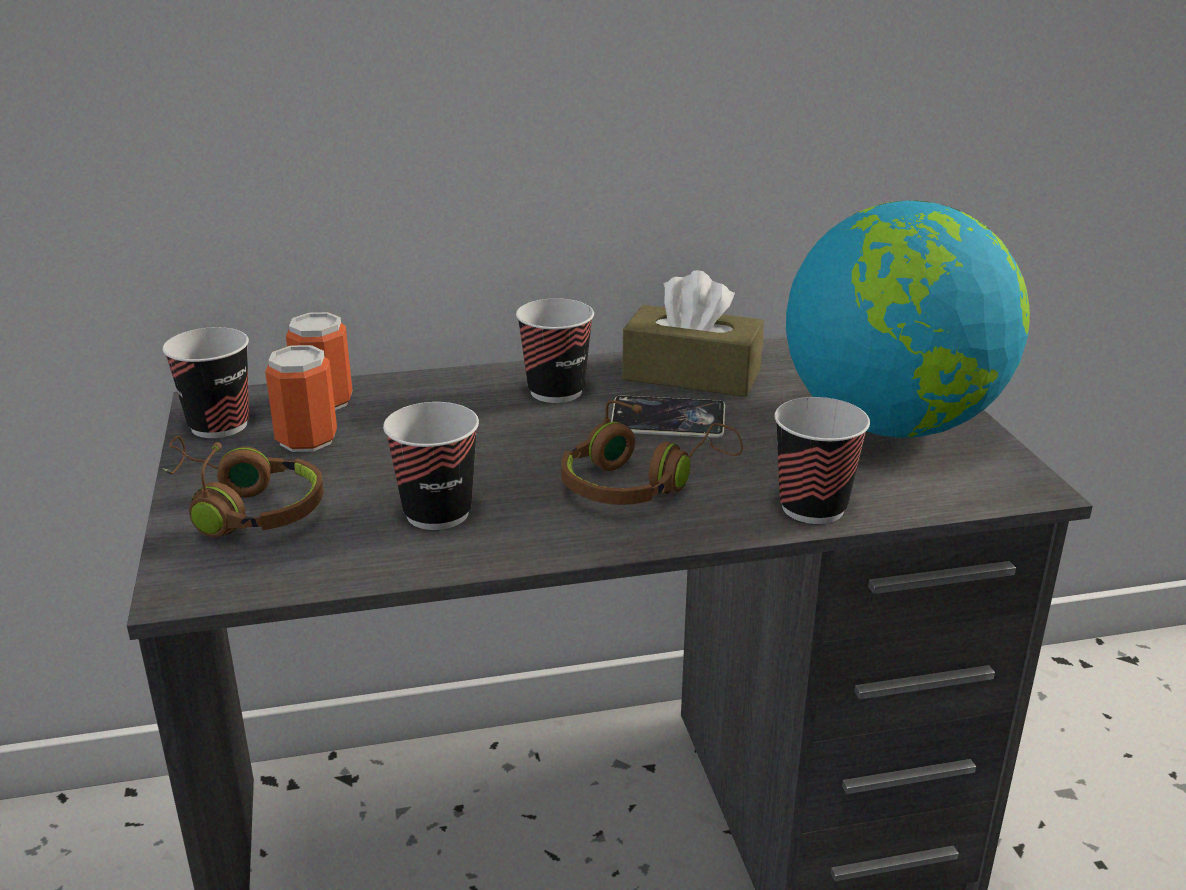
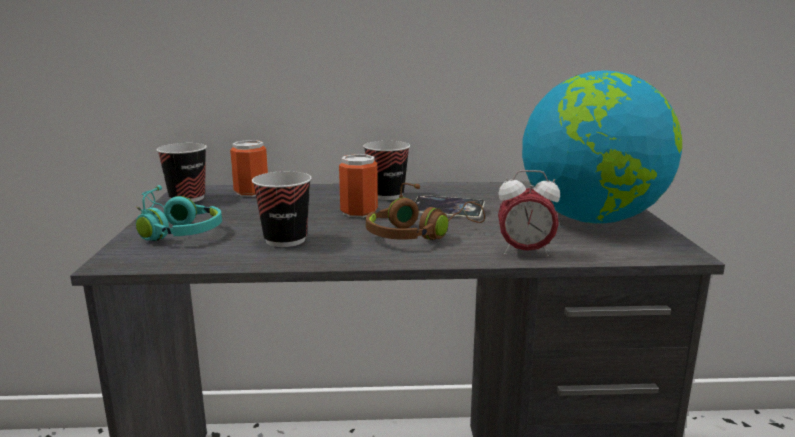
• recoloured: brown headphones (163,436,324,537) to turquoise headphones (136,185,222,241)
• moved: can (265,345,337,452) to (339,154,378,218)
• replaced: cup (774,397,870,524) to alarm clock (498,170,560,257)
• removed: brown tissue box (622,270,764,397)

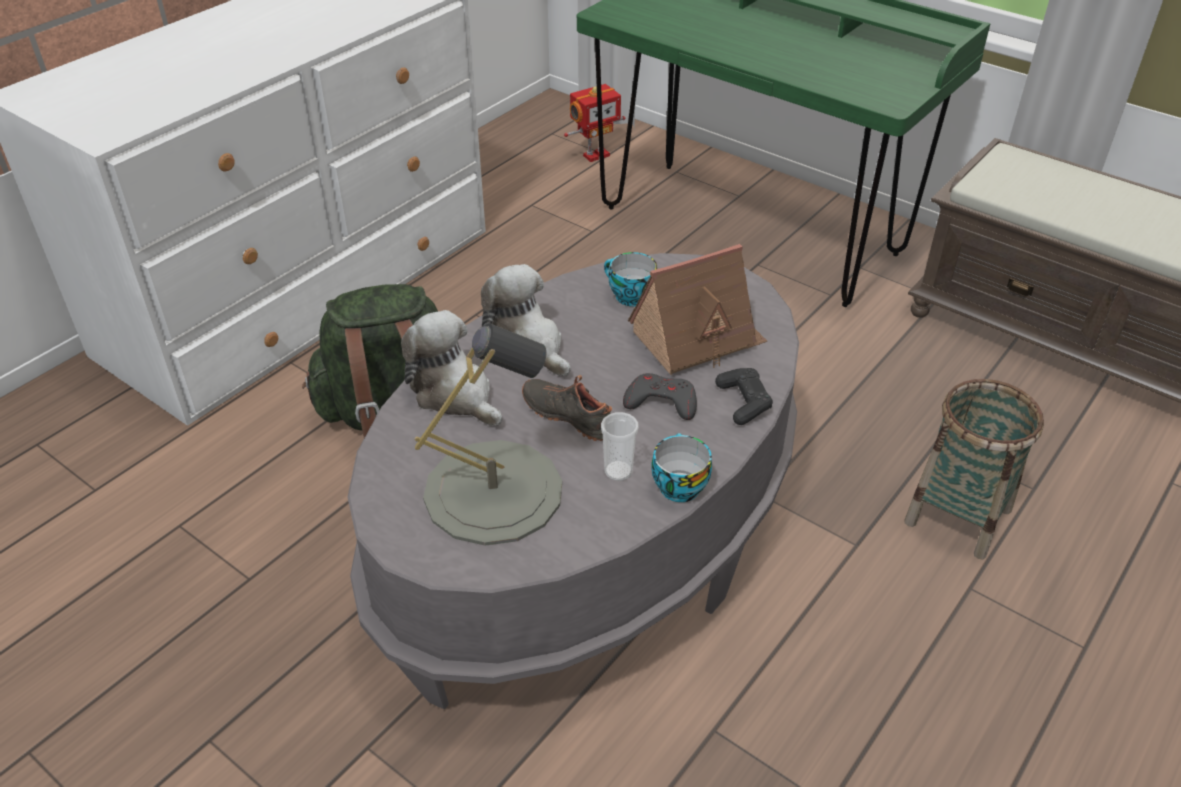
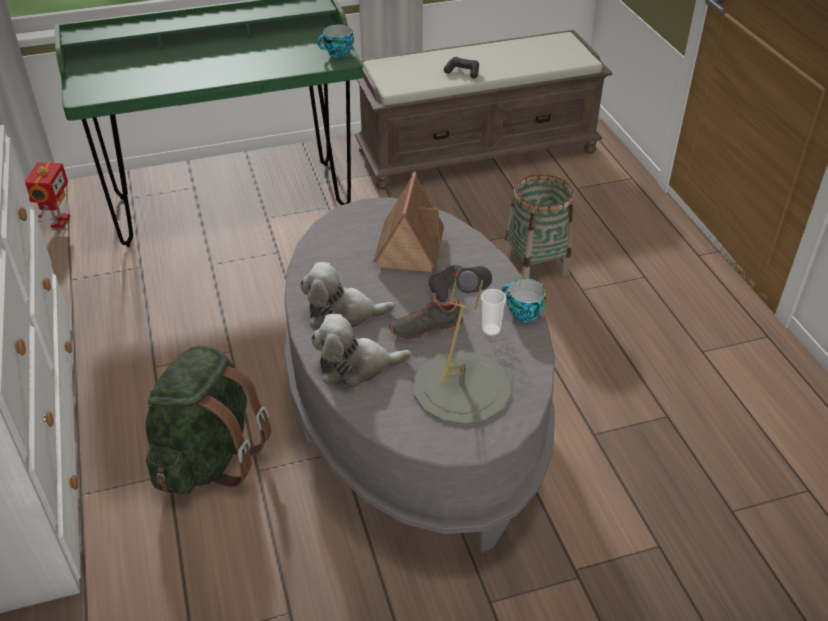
• moved: cup (604,252,657,306) to (317,24,354,58)
• moved: black game controller (715,368,773,425) to (444,57,479,79)

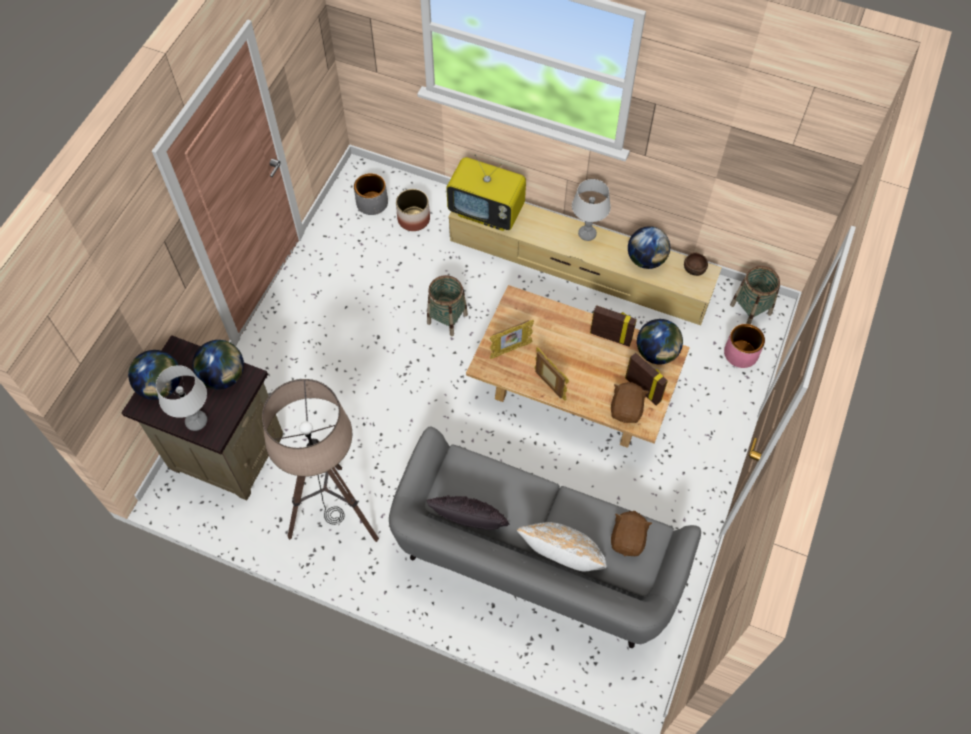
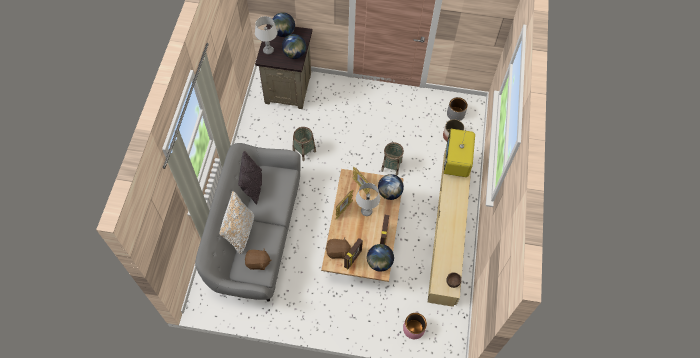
• moved: basket (730,266,780,324) to (293,127,316,161)
• moved: grey table lamp (572,179,611,241) to (356,183,380,216)
• moved: globe (628,226,670,269) to (378,174,404,200)
• removed: floor lamp (262,379,379,542)

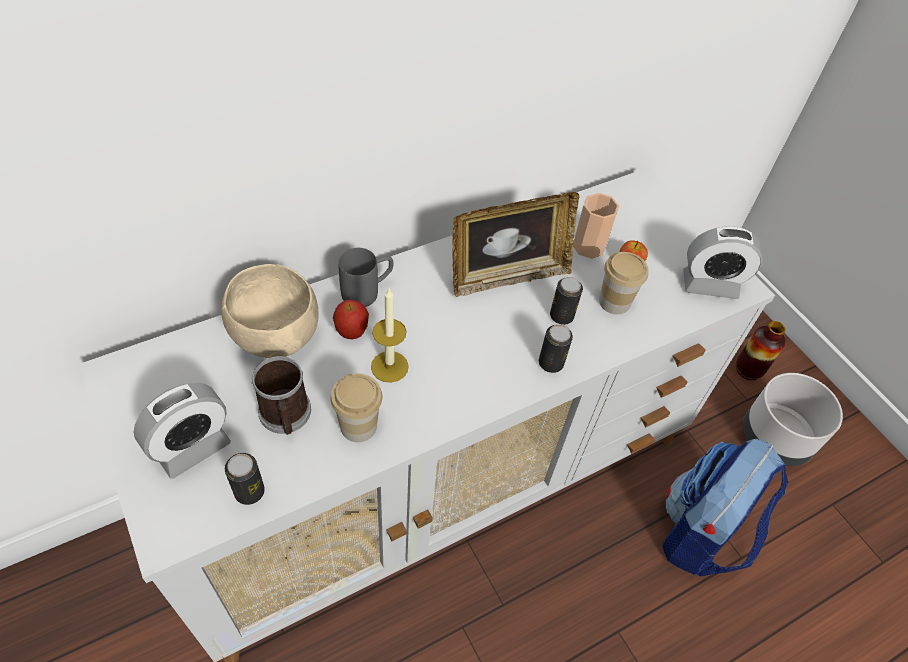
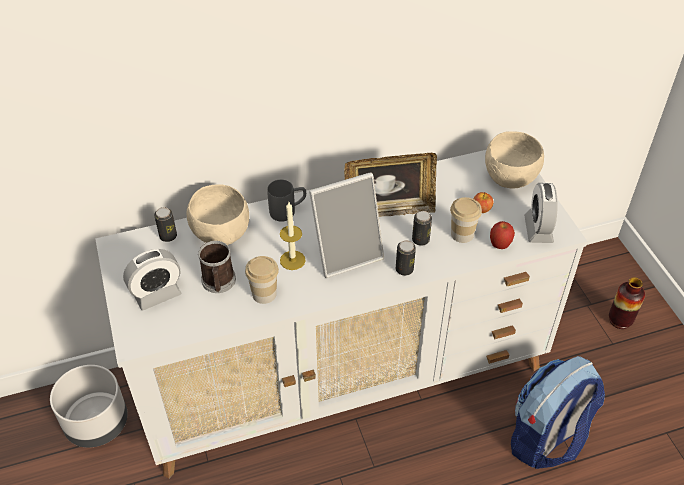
• moved: grey planter (743,373,843,467) to (50,365,128,448)
• moved: can (225,453,265,505) to (154,207,177,242)
• added: picture frame (309,172,384,278)
• added: beige bowl (485,131,544,189)
• moved: apple (333,300,369,339) to (490,221,515,249)
• turned: alarm clock (683,226,763,299) = (524,183,558,243) 75 degrees clockwise
• removed: cup (573,193,619,259)

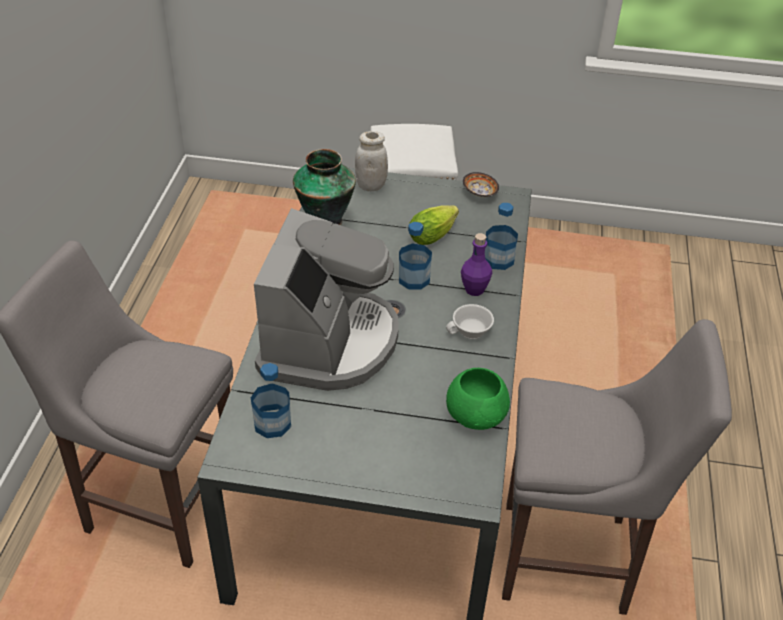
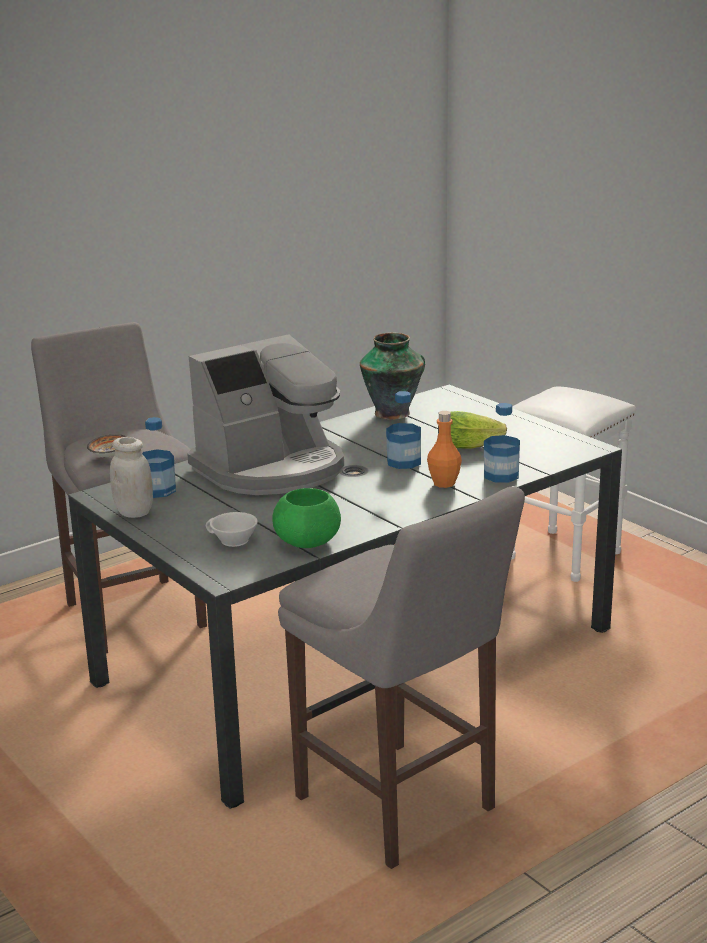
• moved: bowl (463,172,499,198) to (87,434,127,457)
• moved: white jar (355,131,388,191) to (110,437,153,518)
• moved: white cup (446,304,494,339) to (206,512,258,547)
• recoloured: purple bottle (461,233,492,296) to orange bottle (427,411,462,488)

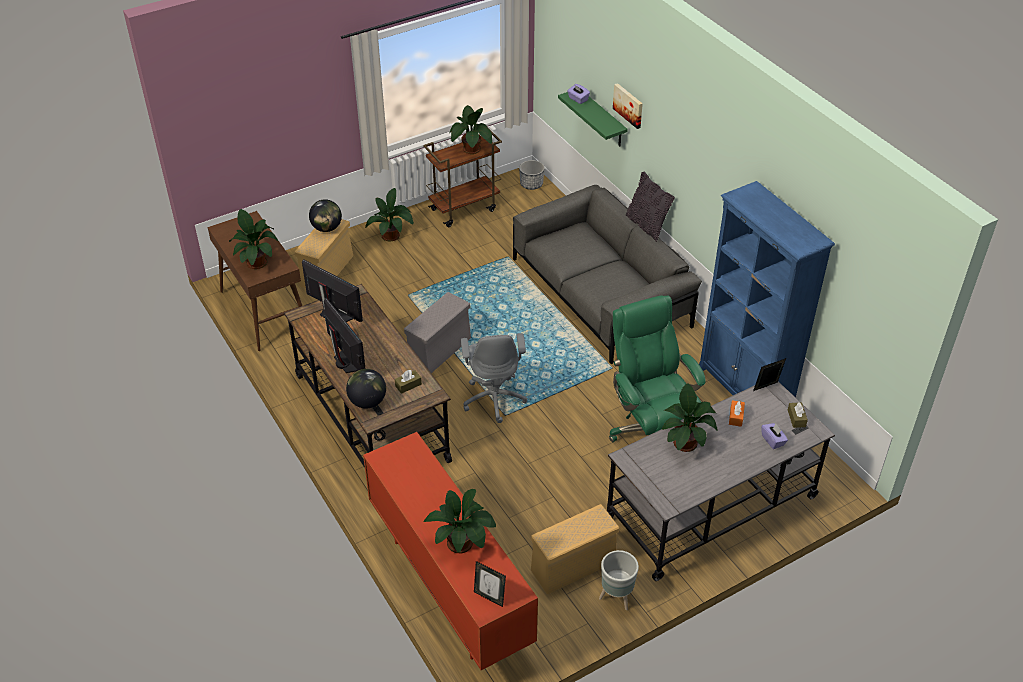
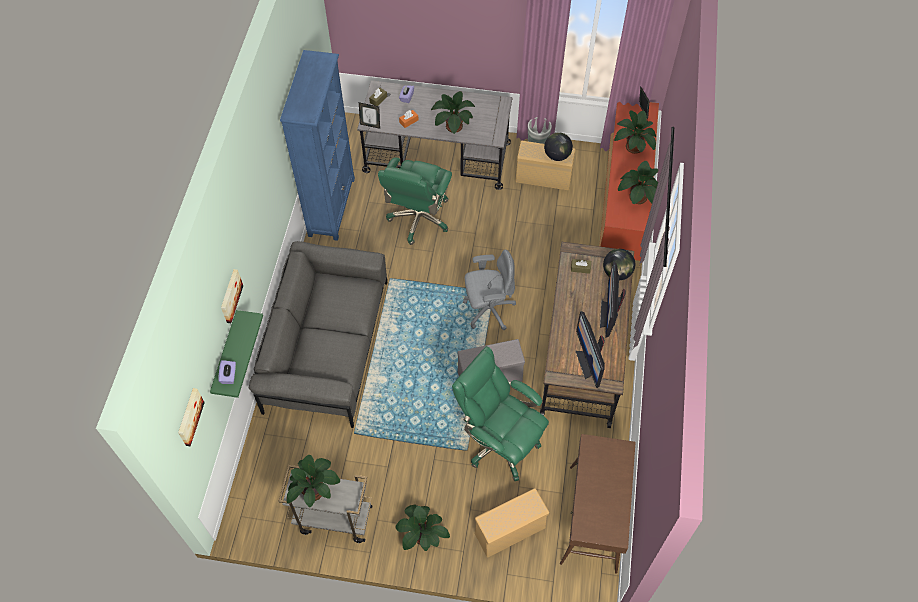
• added: picture (178,388,205,446)
• recoloured: brown cart (423,128,502,228) to grey cart (278,465,373,544)
• added: green office chair (452,346,549,481)
• turned: grey office chair (461,333,527,423) = (463,249,516,330) 45 degrees clockwise
• moved: globe (309,199,342,232) to (544,132,573,161)
• moved: potted plant (229,209,279,269) to (618,161,659,204)
• removed: planter (519,160,545,190)
• removed: black pillow (626,172,675,242)

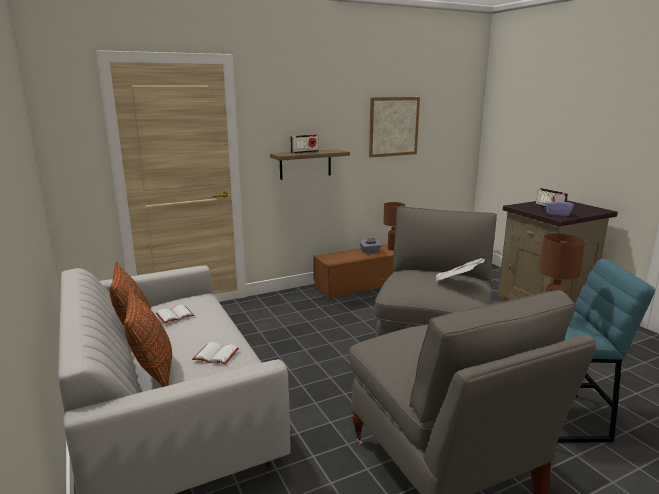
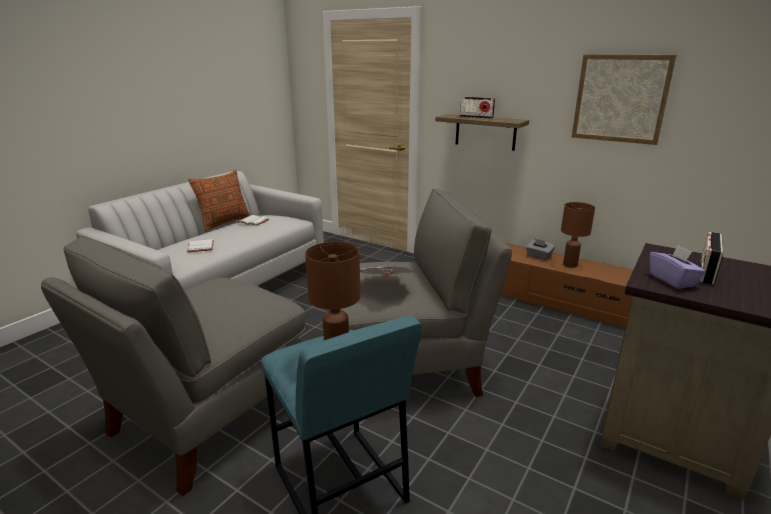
• removed: brown pillow (124,288,172,387)

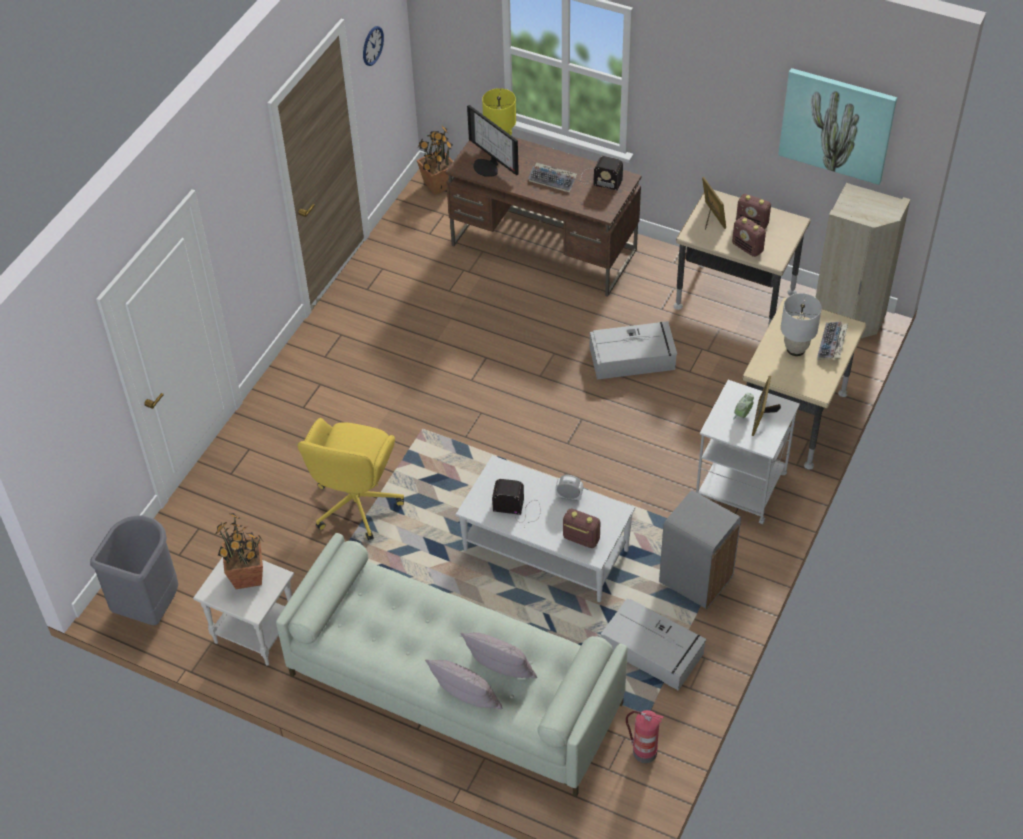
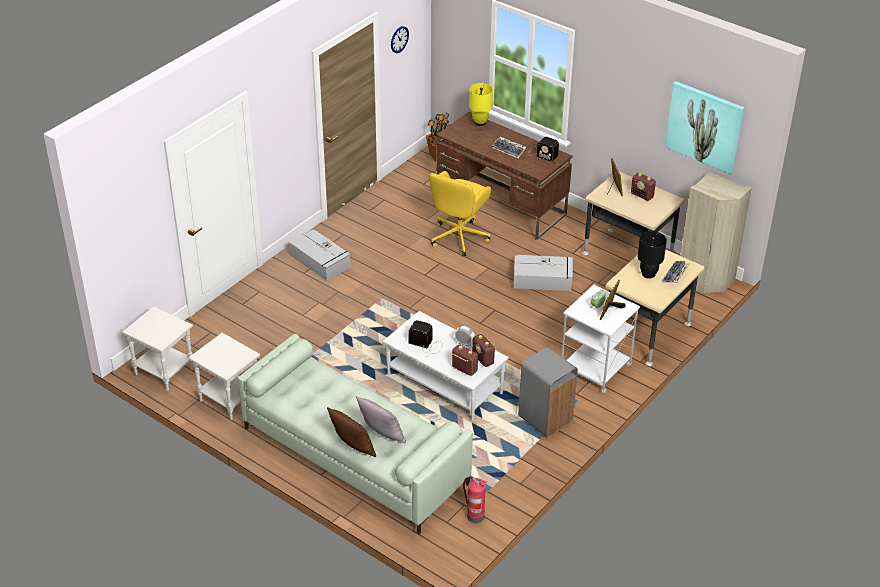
• replaced: grey trash can (90,515,178,625) to white side table (122,306,193,391)
• moved: grey storage box (601,599,707,691) to (289,230,350,281)
• recoloured: purple pillow (425,659,503,709) to brown pillow (327,407,376,457)
• moved: yellow office chair (298,418,404,540) to (429,171,491,256)
• moved: radio (732,216,766,257) to (472,334,496,367)
• recoloured: white table lamp (781,293,822,356) to black table lamp (638,231,667,279)
• removed: potted plant (215,513,264,589)
• removed: monitor (467,105,519,177)

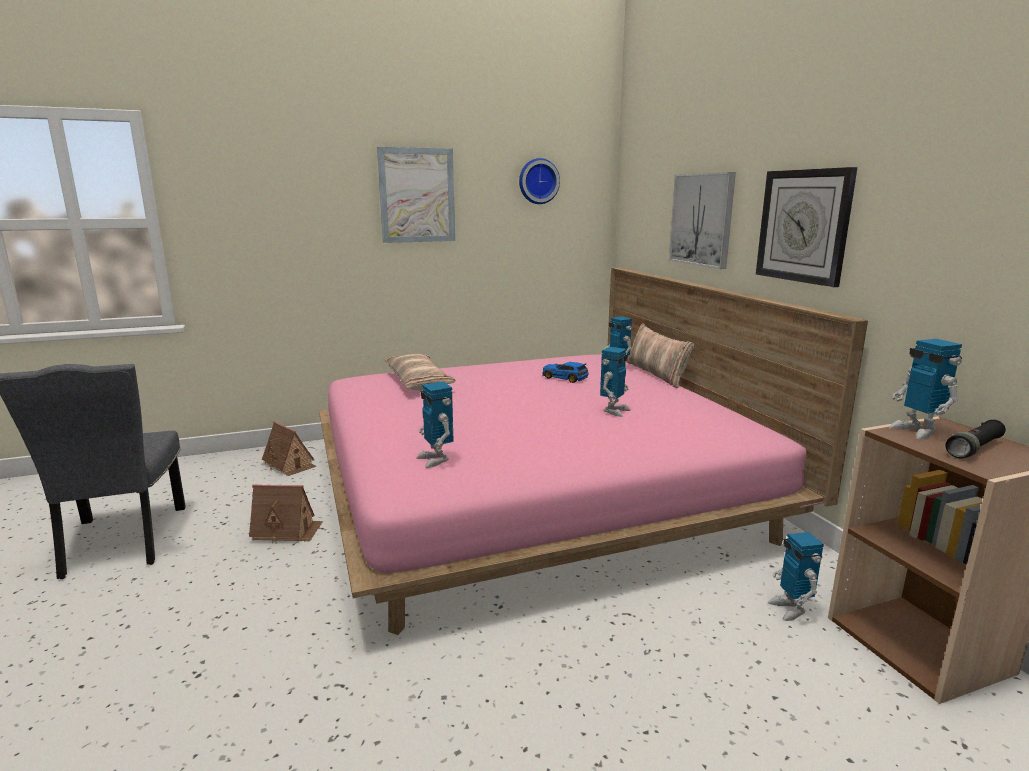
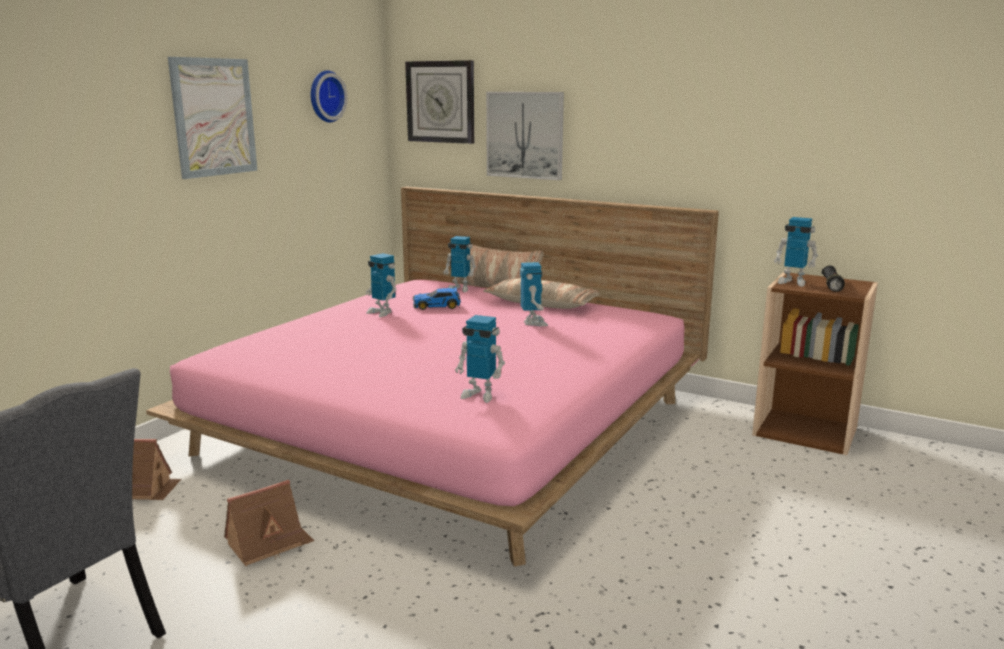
• moved: toy robot (768,532,824,621) to (366,253,397,317)
• moved: wall clock (756,167,857,287) to (405,60,474,144)
• moved: pillow (385,354,455,391) to (483,278,600,309)

